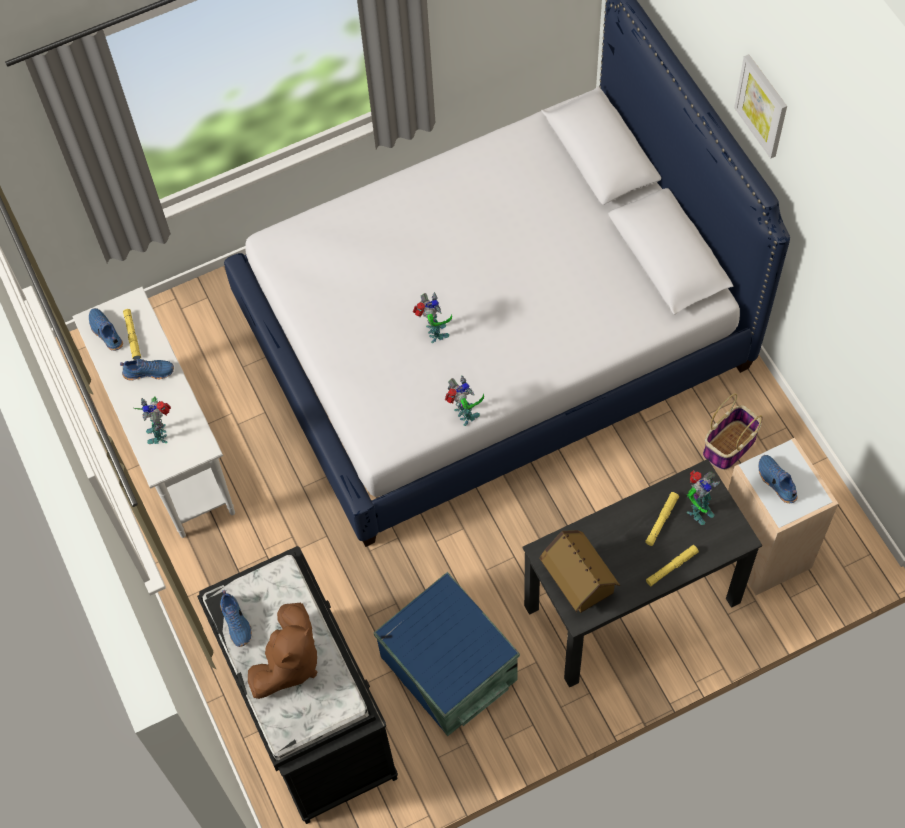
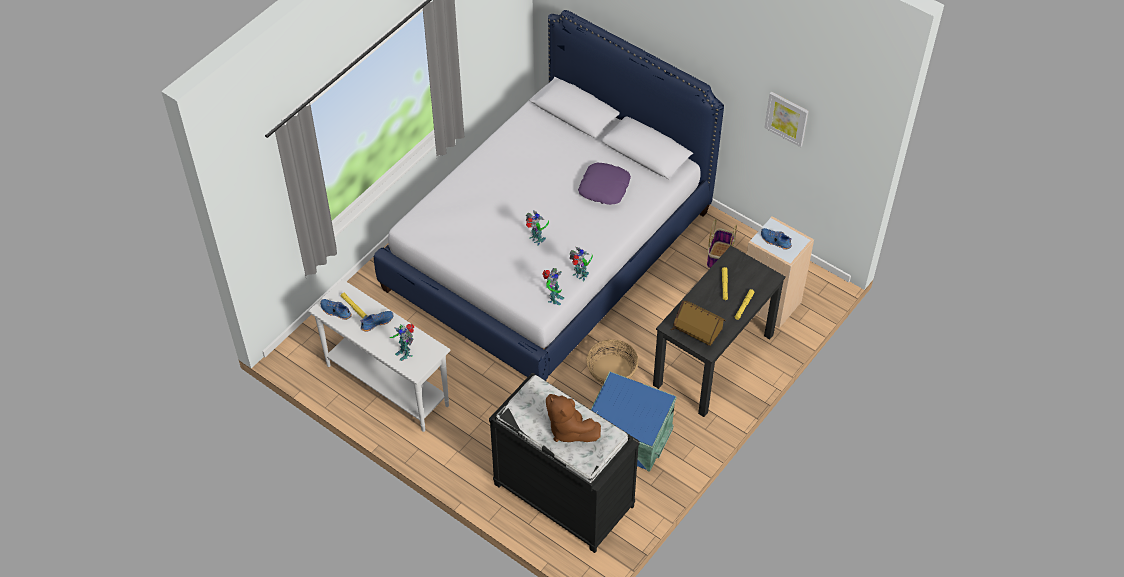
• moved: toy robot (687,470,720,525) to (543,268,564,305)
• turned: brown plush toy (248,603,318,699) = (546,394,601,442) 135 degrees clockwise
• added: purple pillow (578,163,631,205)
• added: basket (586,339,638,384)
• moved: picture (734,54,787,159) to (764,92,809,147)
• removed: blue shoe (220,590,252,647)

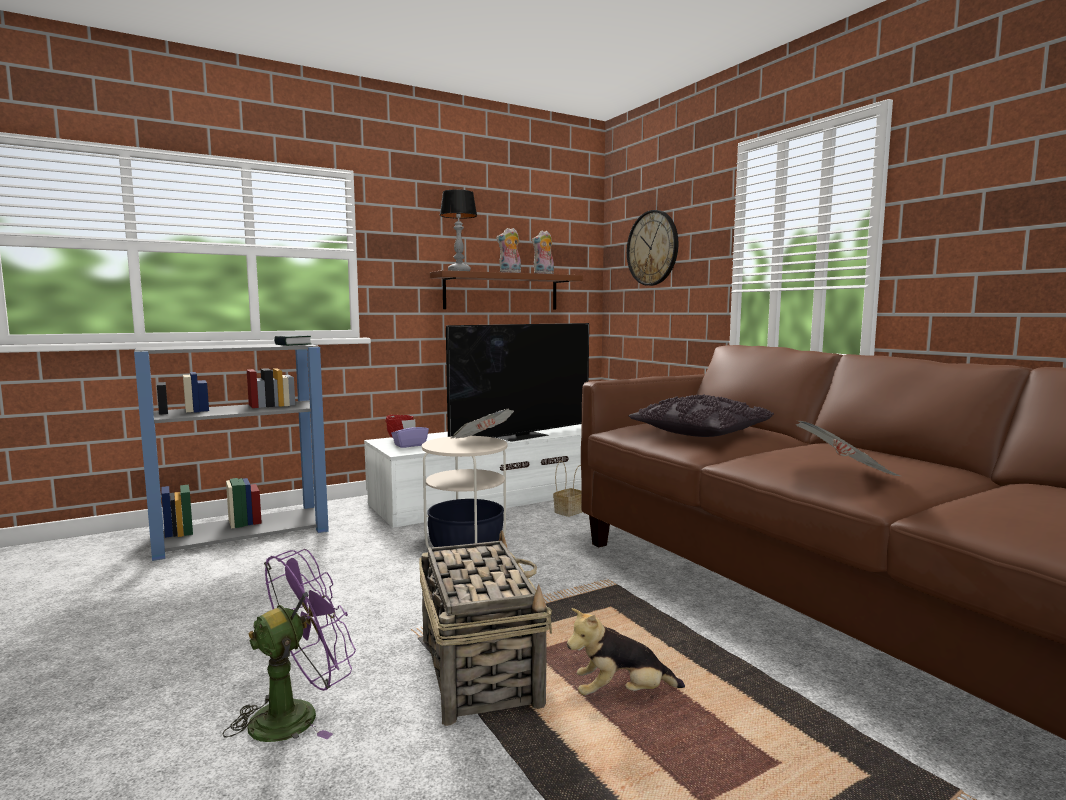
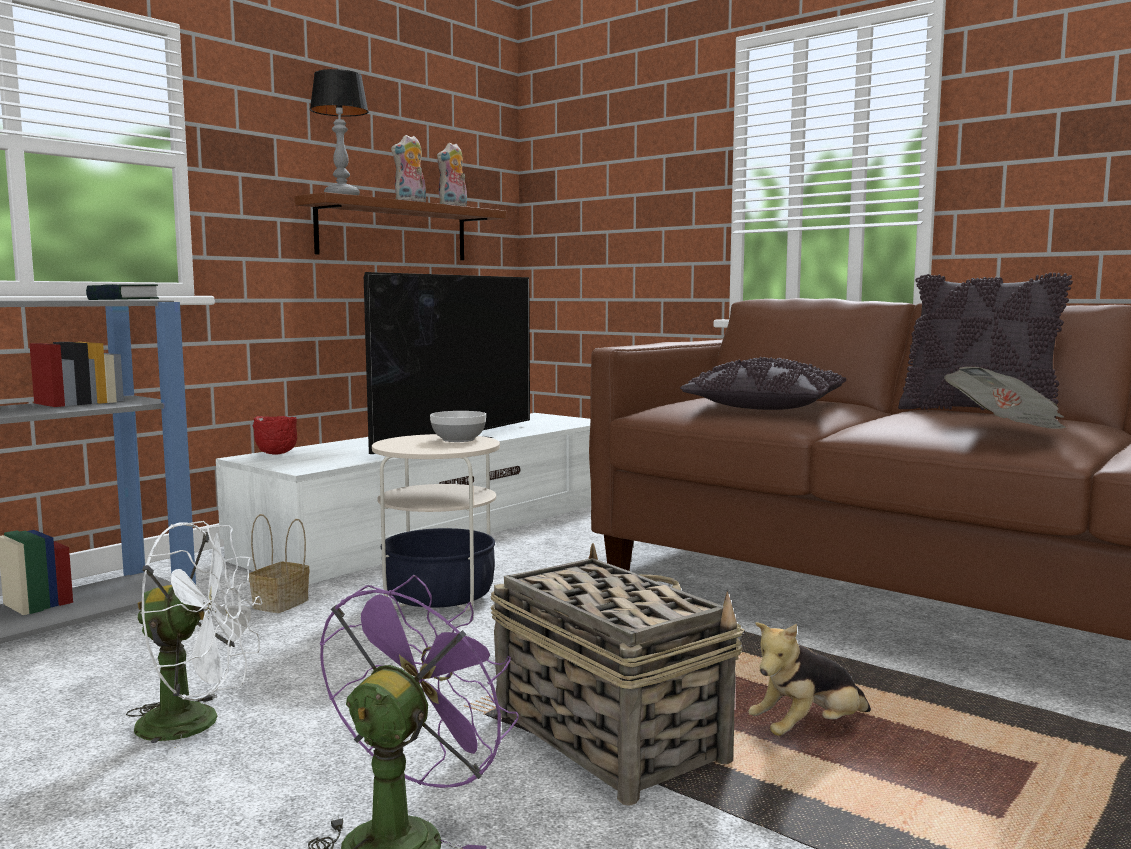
• added: white fan (126,521,262,758)
• moved: basket (553,461,582,517) to (249,514,309,613)
• replaced: newspaper (451,409,514,439) to bowl (430,411,486,442)
• added: black pillow (898,273,1073,417)
• removed: purple tissue box (391,419,429,448)
• removed: wall clock (627,210,678,286)

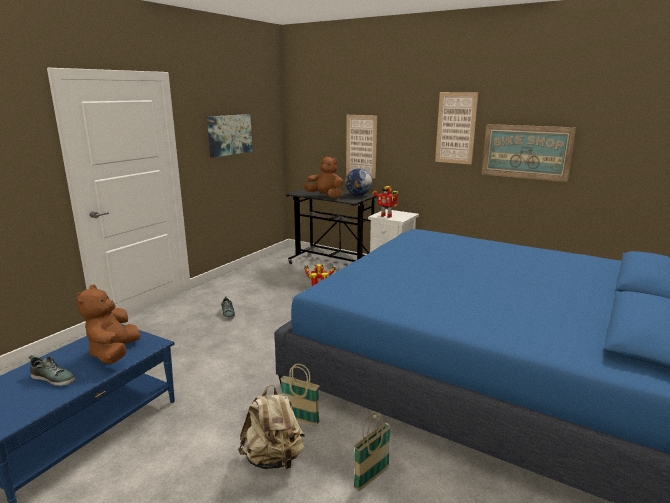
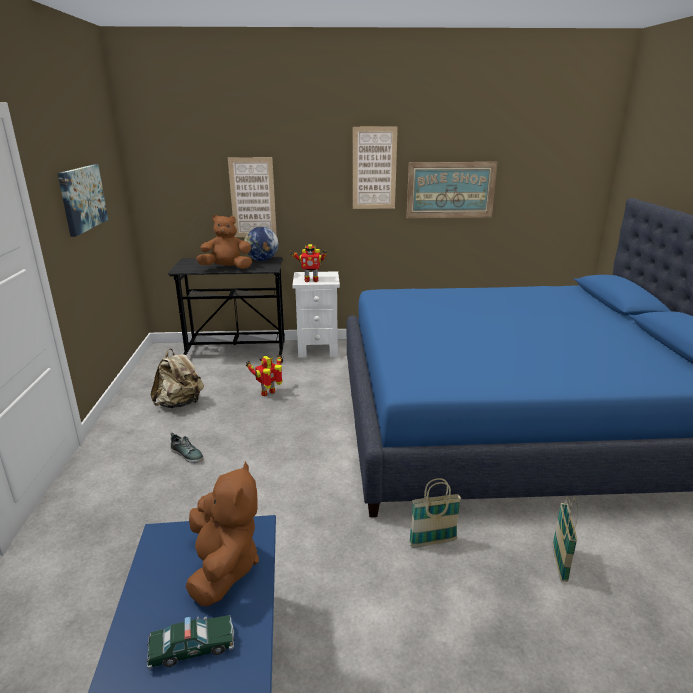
• replaced: shoe (29,355,76,386) to toy car (147,615,235,669)
• moved: beige backpack (238,384,305,469) to (151,349,204,408)
• turned: brown plush toy (76,284,141,364) = (186,461,259,606) 150 degrees counterclockwise

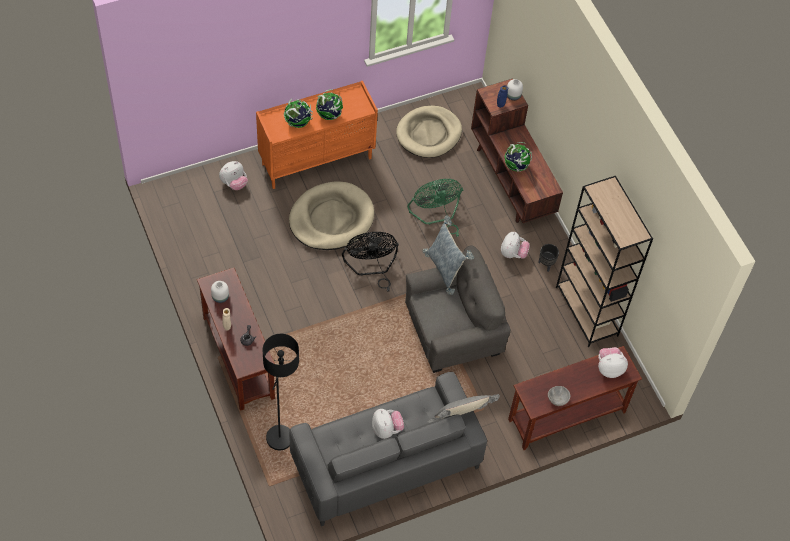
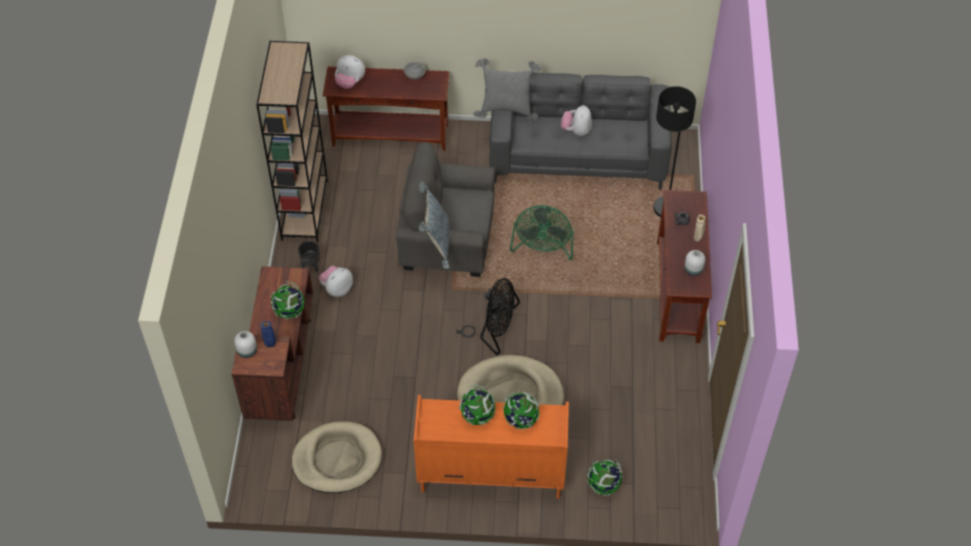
• turned: black fan (342,232,399,292) = (456,278,520,356) 90 degrees counterclockwise
• moved: green fan (407,179,463,236) to (510,205,574,260)
• replaced: plush toy (219,161,248,190) to globe (587,459,622,496)

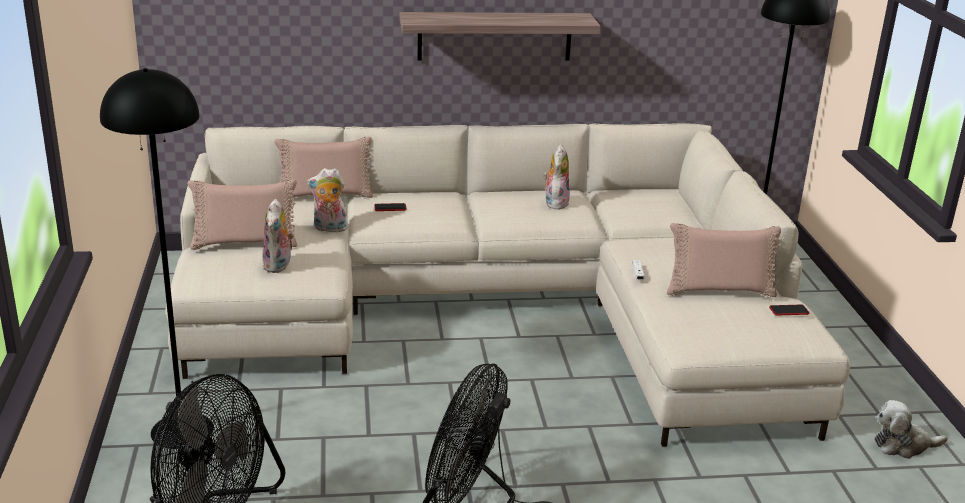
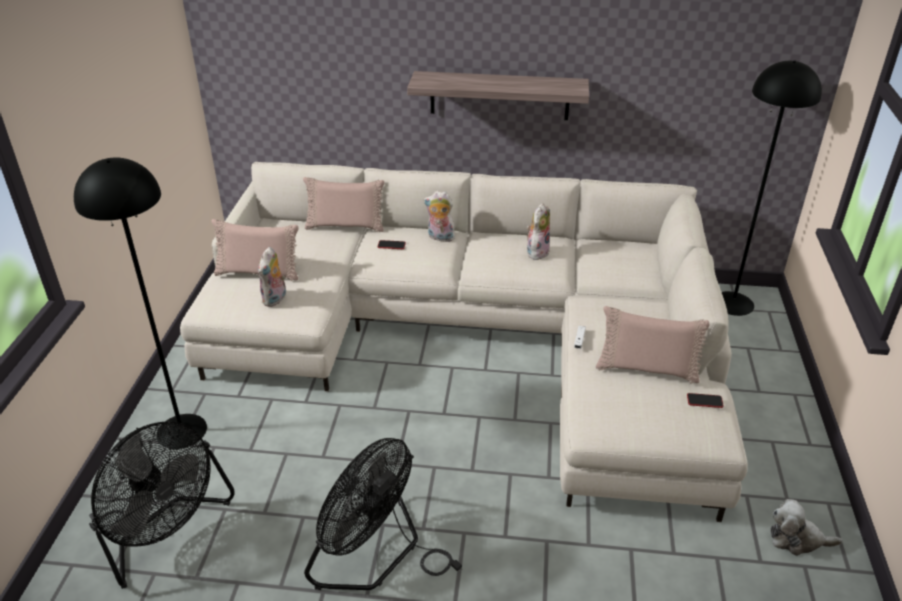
• moved: plush toy (307,168,348,232) to (423,191,455,242)

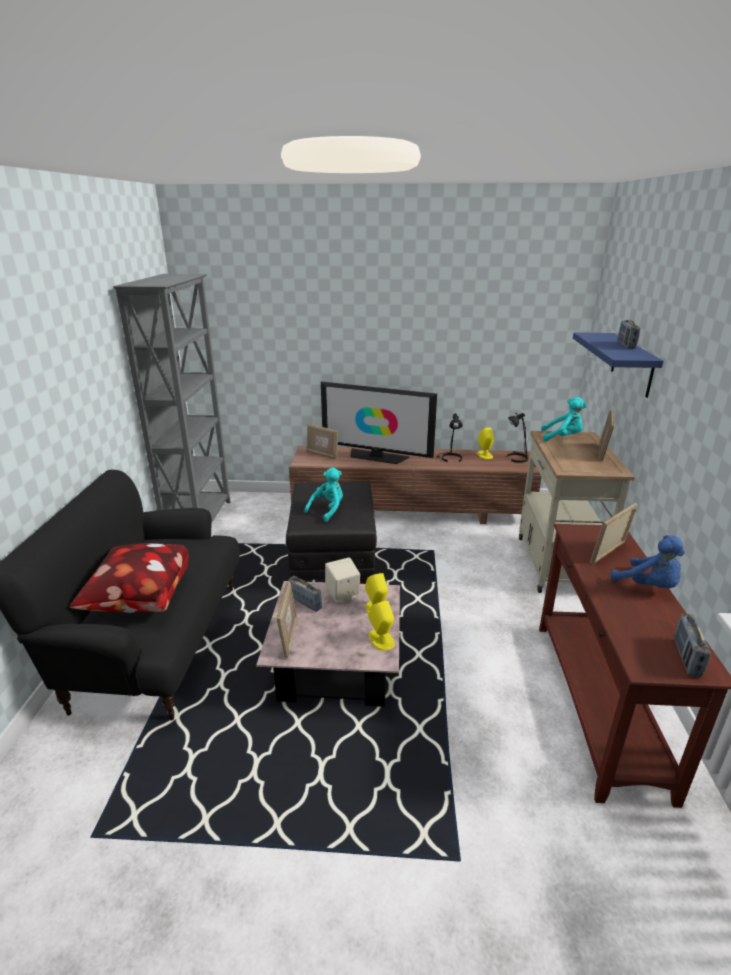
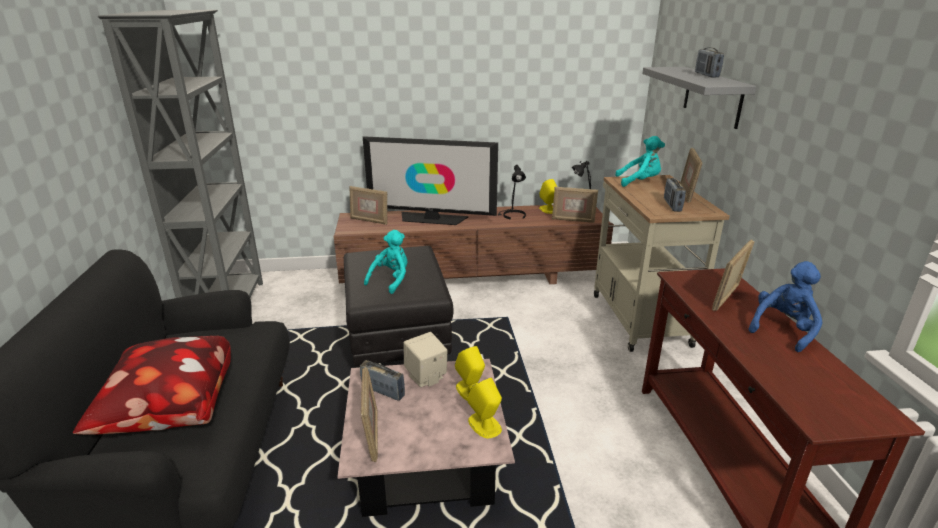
• added: picture frame (552,187,598,223)
• recoloured: blue shelf (573,333,663,398) to grey shelf (642,67,756,129)
• moved: radio (674,614,711,678) to (664,178,686,212)
• turned: blue plush toy (611,535,685,588) = (748,261,822,352) 90 degrees counterclockwise

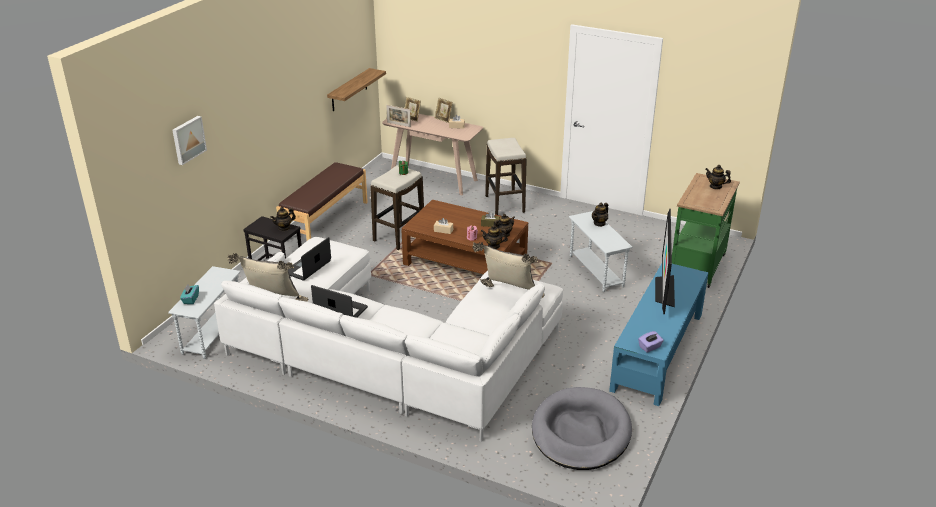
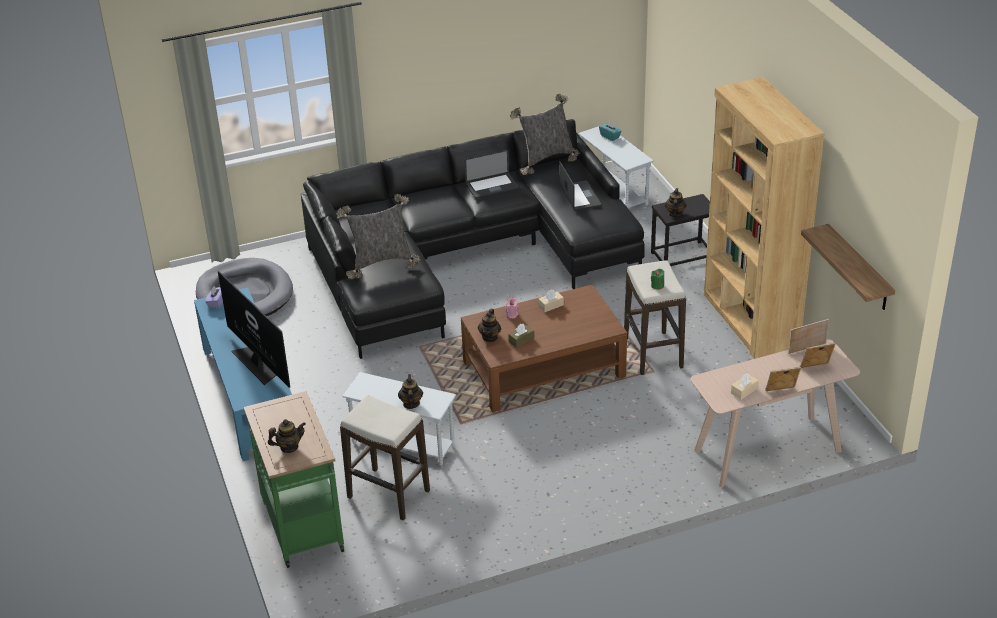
• recoloured: white sofa (214,237,563,442) to black sofa (301,119,645,359)
• moved: stool (485,138,527,215) to (340,395,430,521)
• replaced: brown bench (276,162,368,241) to brown bookcase (704,77,825,359)
• removed: picture (173,116,207,165)
• removed: teapot (481,225,508,249)

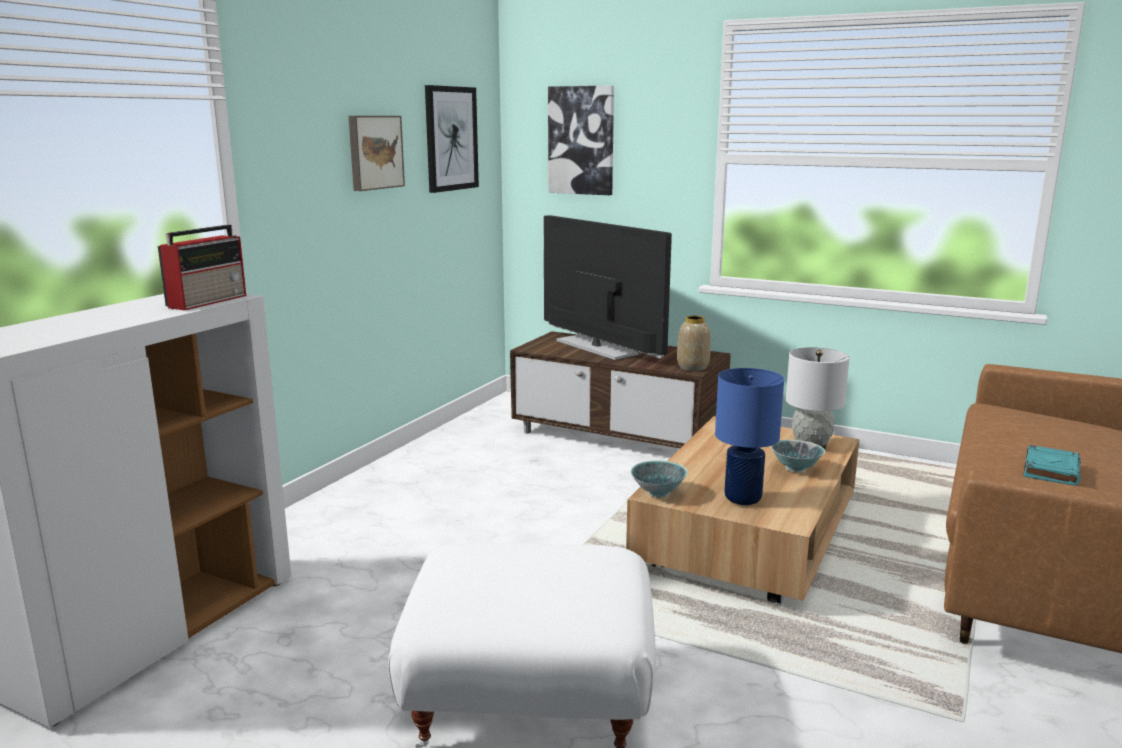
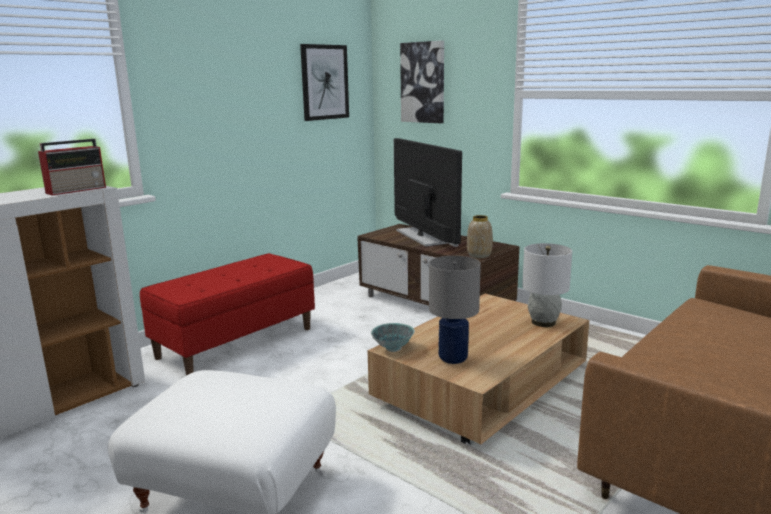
• added: red bench (140,253,315,376)
• recoloured: blue table lamp (715,368,784,505) to grey table lamp (429,256,481,364)
• removed: picture (349,116,405,191)
• removed: bowl (771,440,825,473)
• removed: turquoise book (1024,445,1081,486)

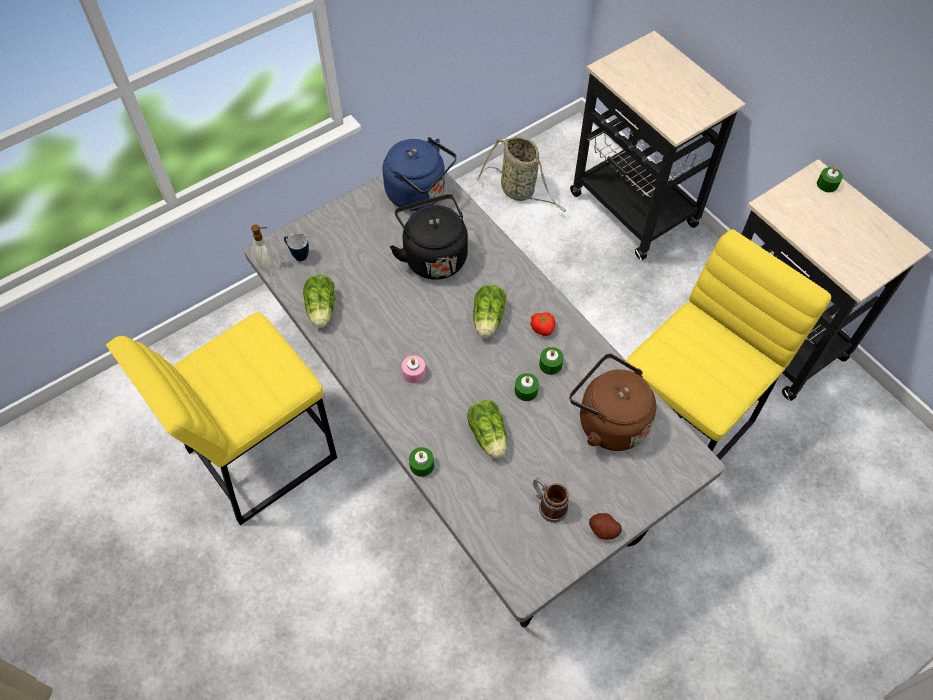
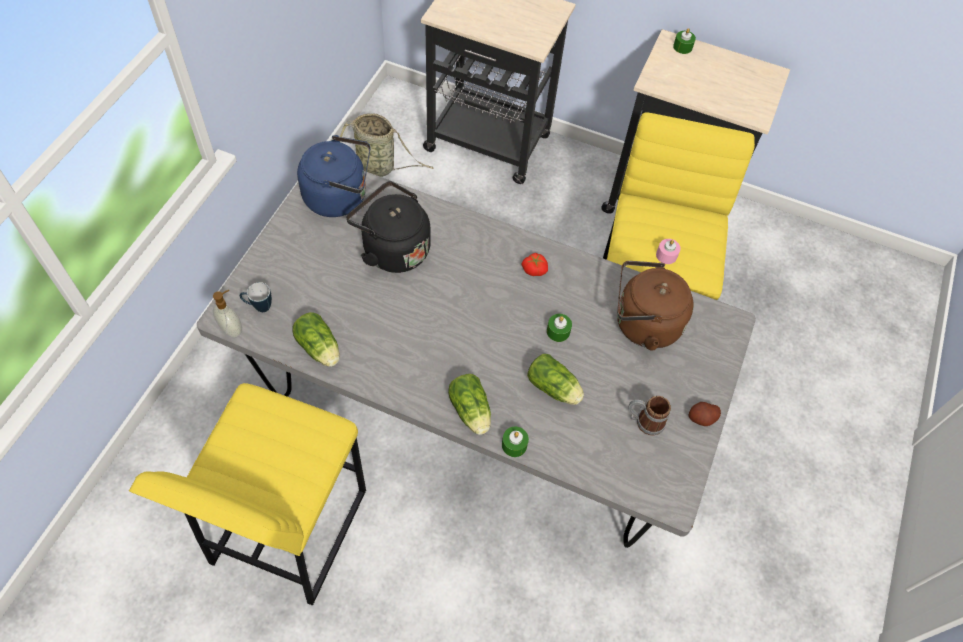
• moved: lettuce (473,284,506,338) to (448,374,491,435)
• moved: pink candle (402,355,426,383) to (656,239,681,264)
• removed: green candle (539,347,564,375)

